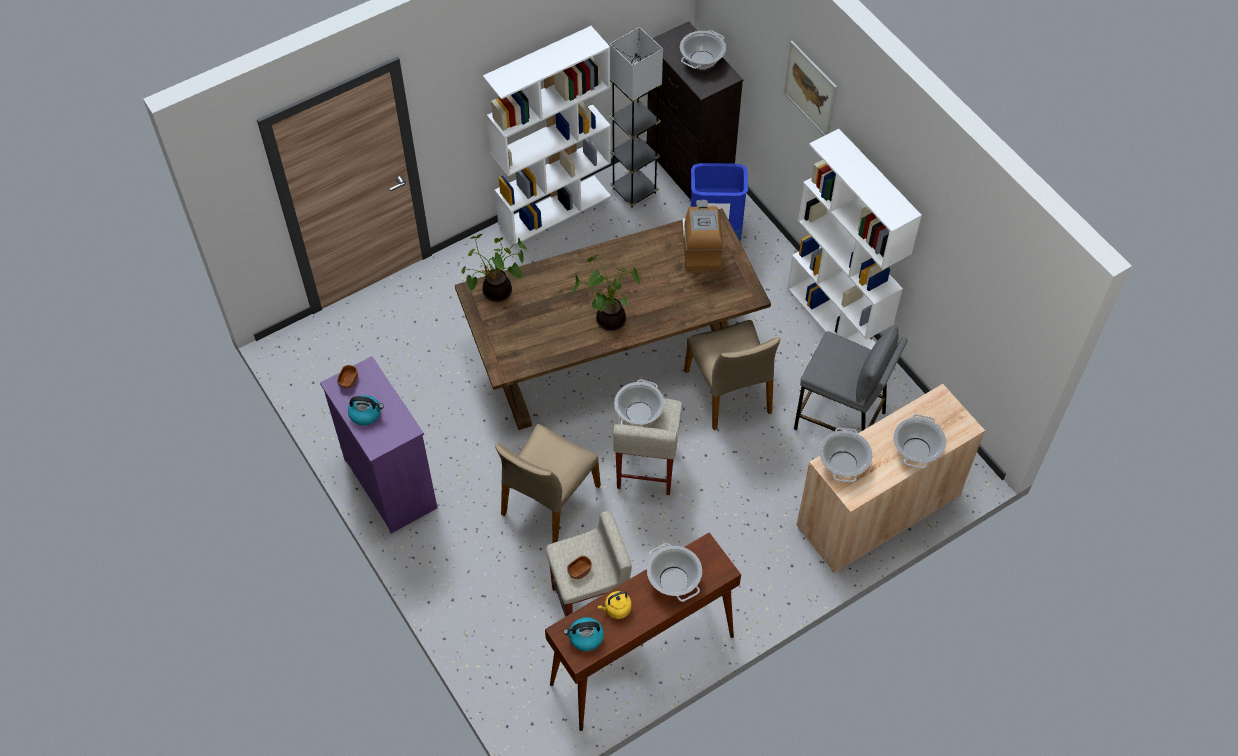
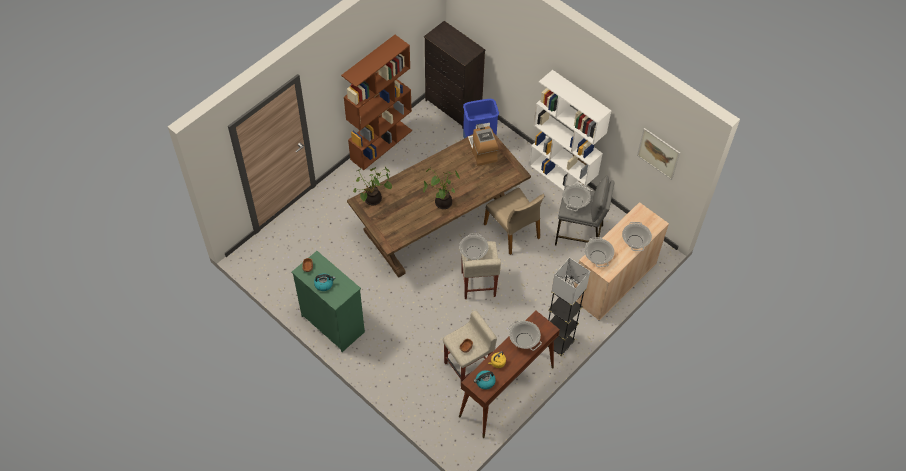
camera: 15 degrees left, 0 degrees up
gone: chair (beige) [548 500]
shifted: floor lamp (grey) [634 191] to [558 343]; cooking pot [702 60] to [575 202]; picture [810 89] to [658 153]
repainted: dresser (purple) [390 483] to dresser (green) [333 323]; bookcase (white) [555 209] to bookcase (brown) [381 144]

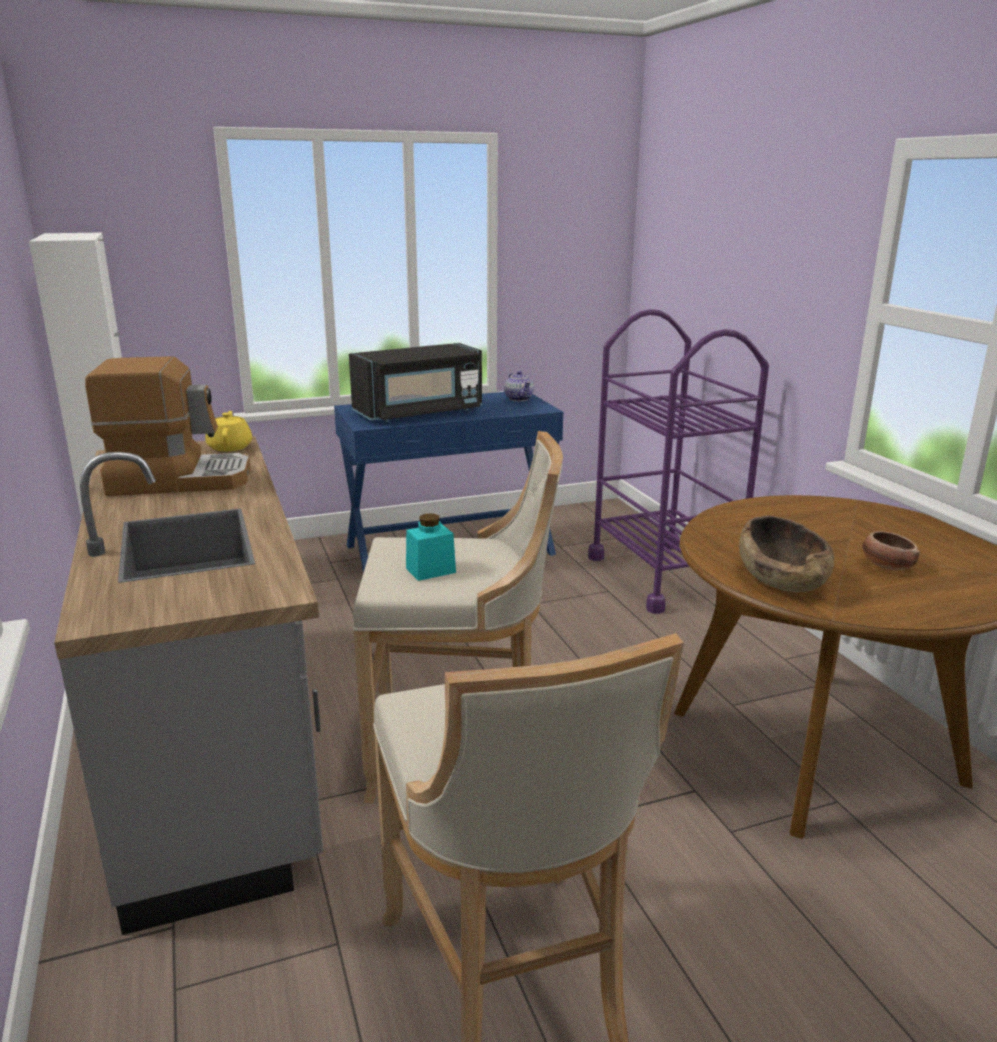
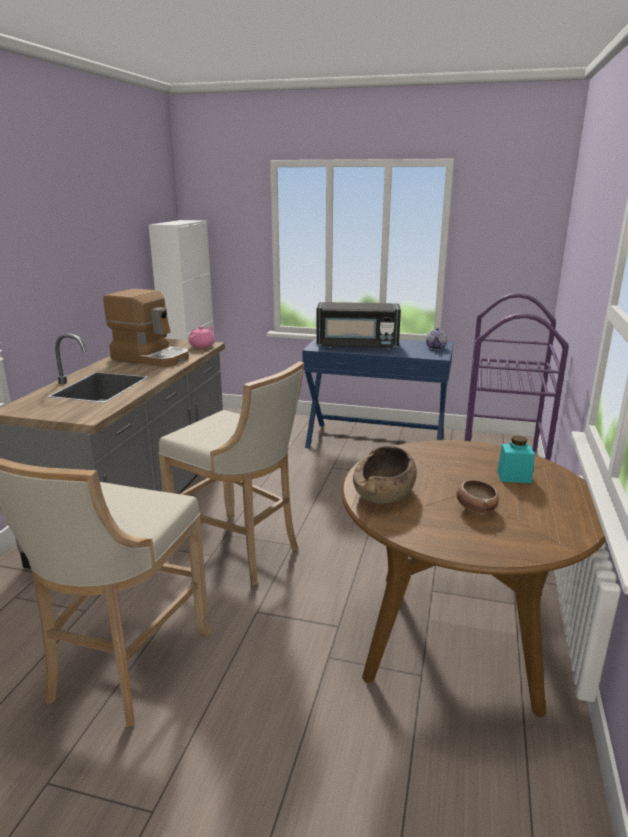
camera: 35 degrees right, 0 degrees up
shifted: jar (turquoise) [430 570] to [514 477]
repainted: teapot (yellow) [230 447] to teapot (pink) [202 346]

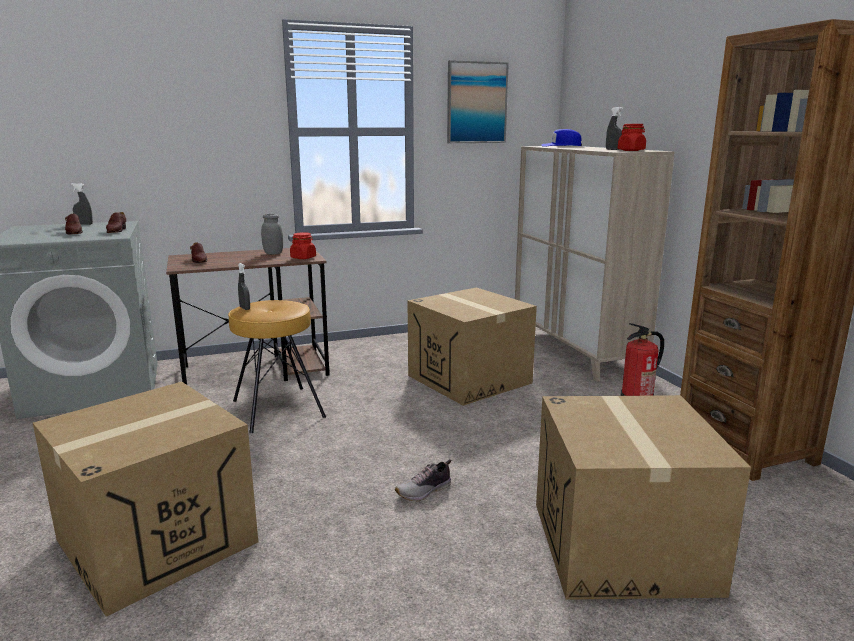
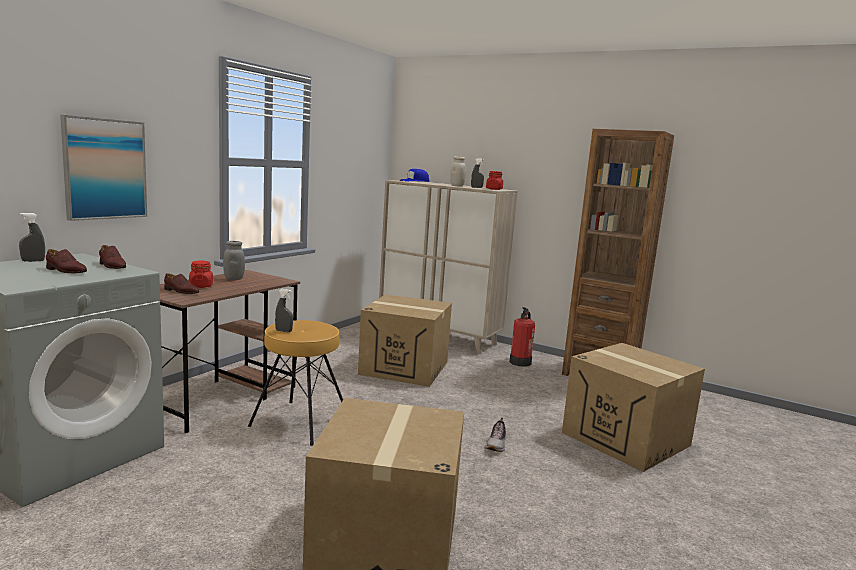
camera: 40 degrees left, 5 degrees down
new: jar (white) [457 186]
shifted: picture [476 103] to [105 169]; jar (red) [303 258] to [201 286]

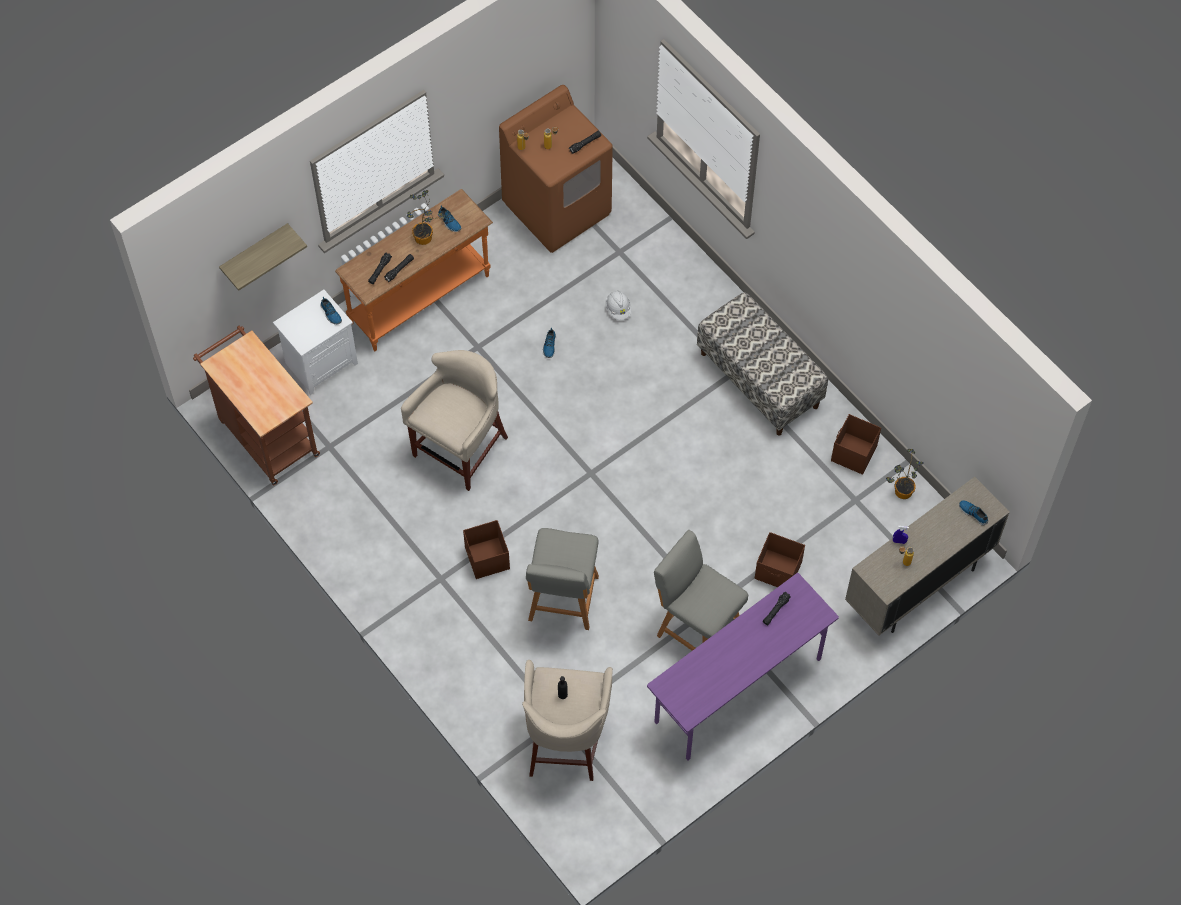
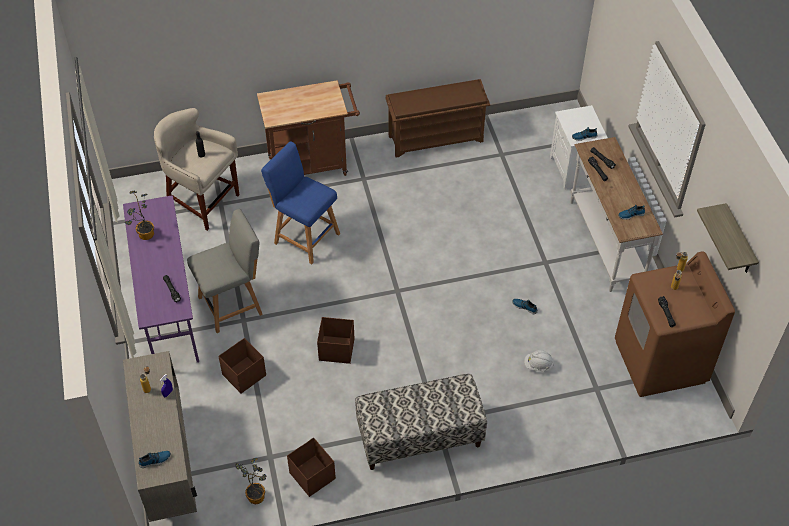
camera: 115 degrees right, 10 degrees down
gone: stool (beige) [460 449]
new: shoe rack (brown) [436 138]
shifted: potted plant [426 238] to [144 235]; cart (brown) [265 434] to [312 164]; storage box (brown) [487 559] to [336 349]; shelf [255 253] to [739 241]
swapped: chair (grey) [563 601] to stool (blue) [304 237]
repainted: console table (orange) [420 300] to console table (white) [604 242]

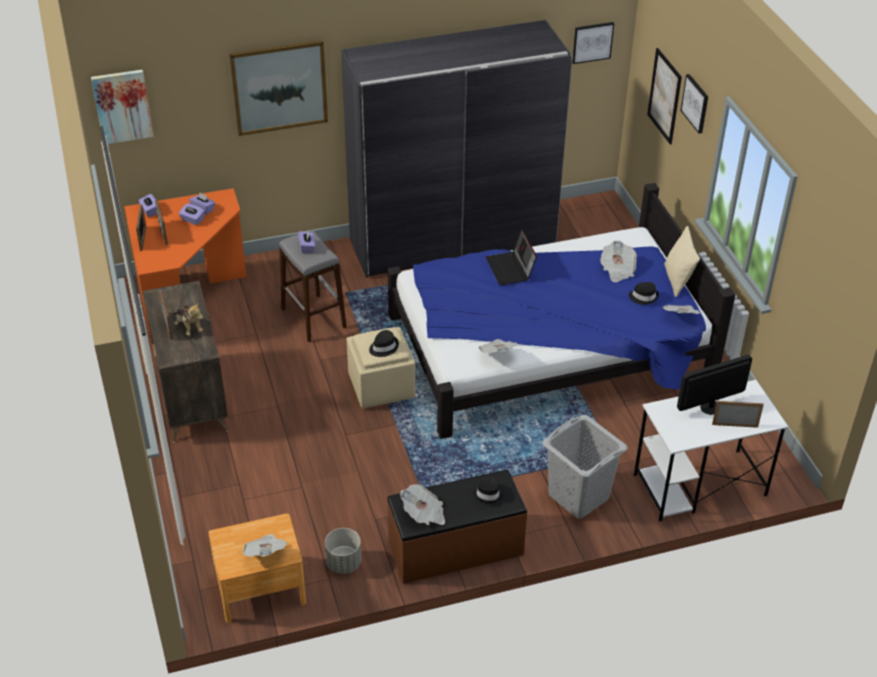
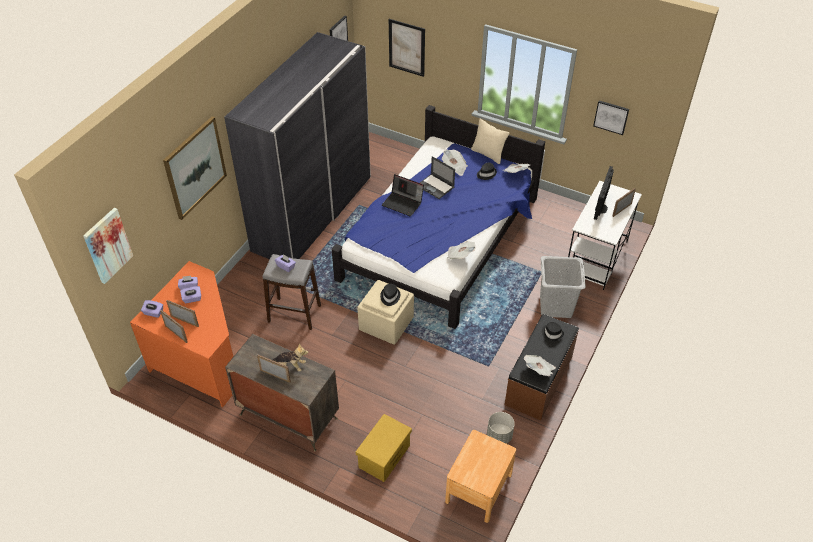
camera: 45 degrees left, 5 degrees up
gone: newspaper [265 553]
new: storage box (yellow) [384 455]; laptop [435 186]
shifted: picture [695 103] to [611 117]

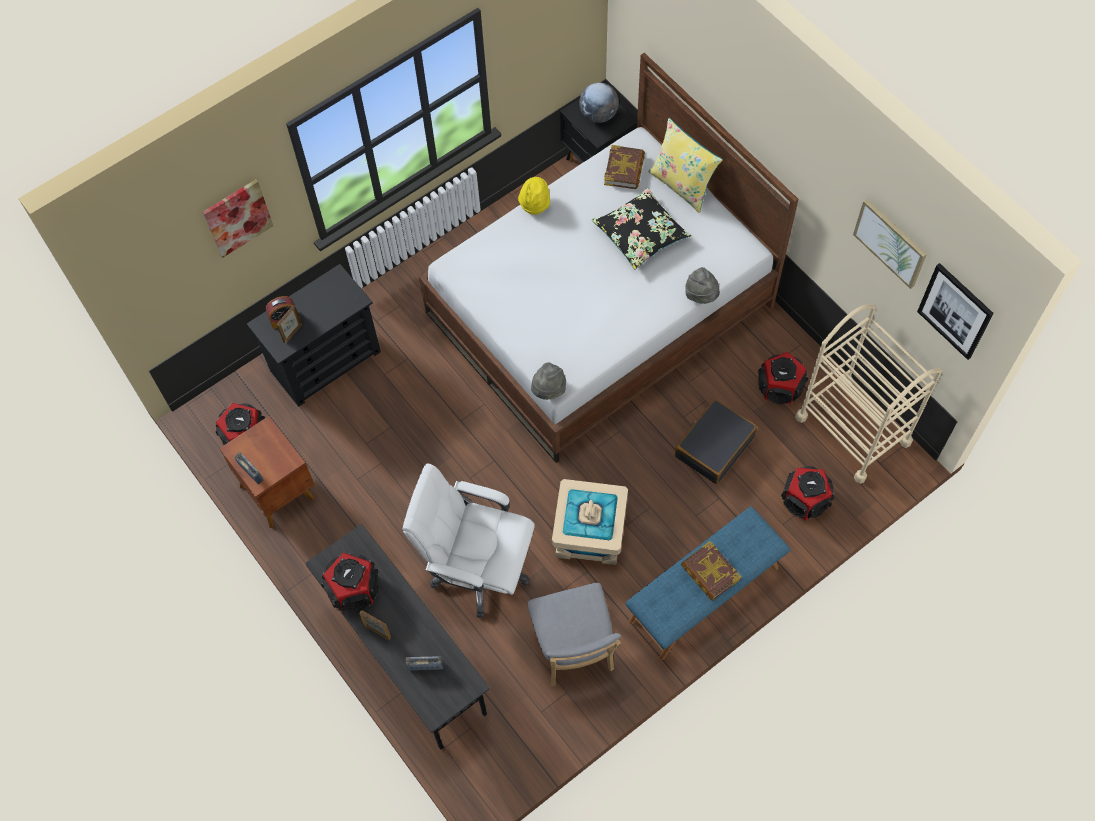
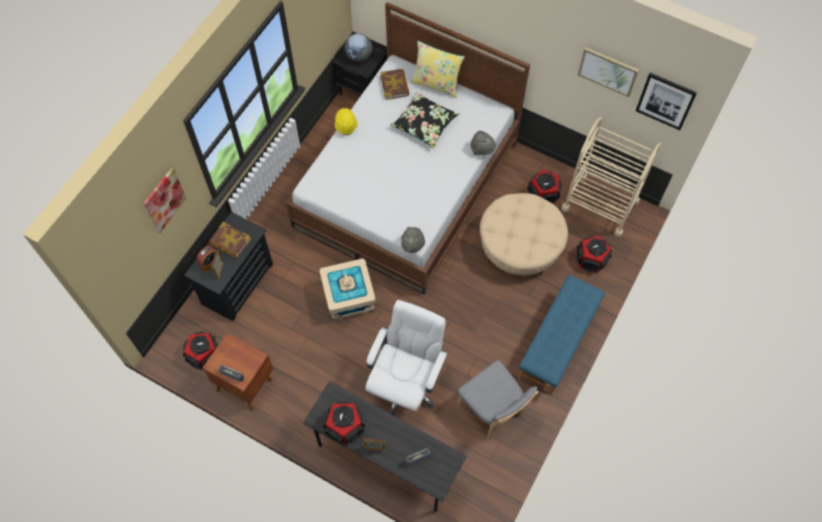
camera: 25 degrees left, 0 degrees up
shifted: book [710 573] to [230 242]; storage box (beige) [589 532] to [348 298]
swapped: suitcase (black) [714 446] to ottoman (beige) [520 246]
rotated: office chair (white) [478 569] = [405 383] 120 degrees clockwise

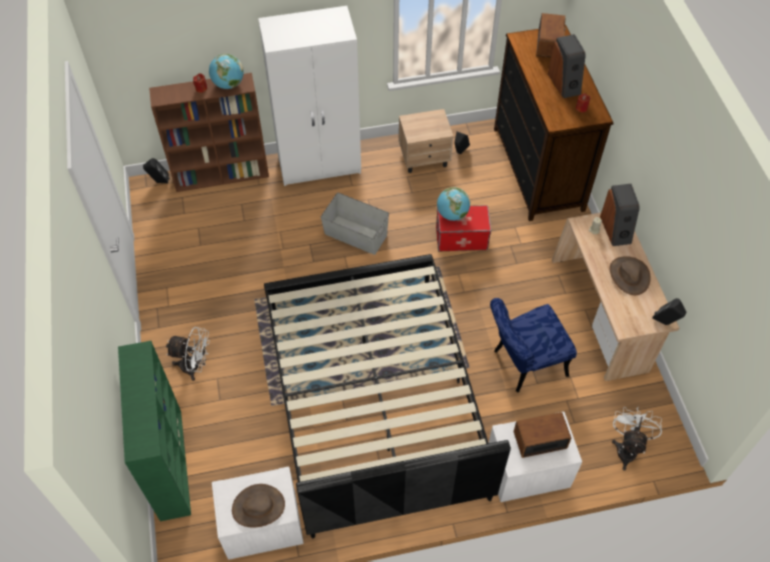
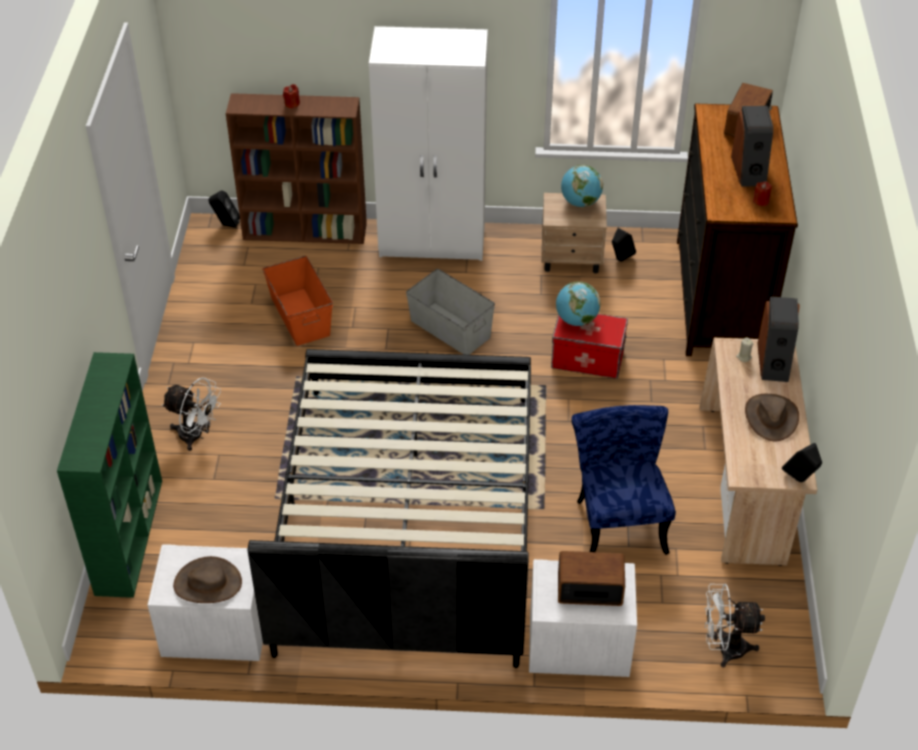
camera: 15 degrees right, 10 degrees down
new: storage box (orange) [300 316]
shifted: globe [228 84] to [580 202]
rotated: chair (blue) [523 363] = [618 520] 90 degrees clockwise; fan (white) [627 448] = [724 648] 120 degrees counterclockwise

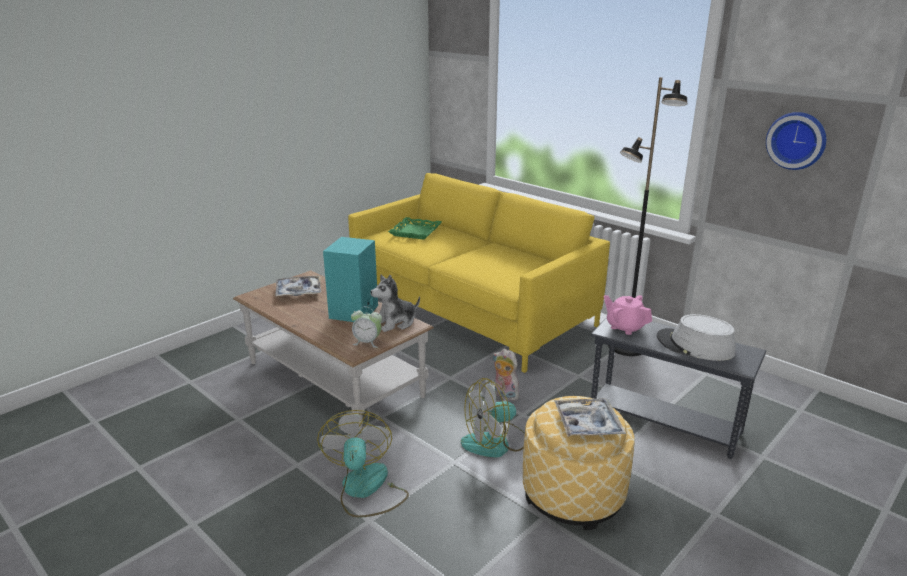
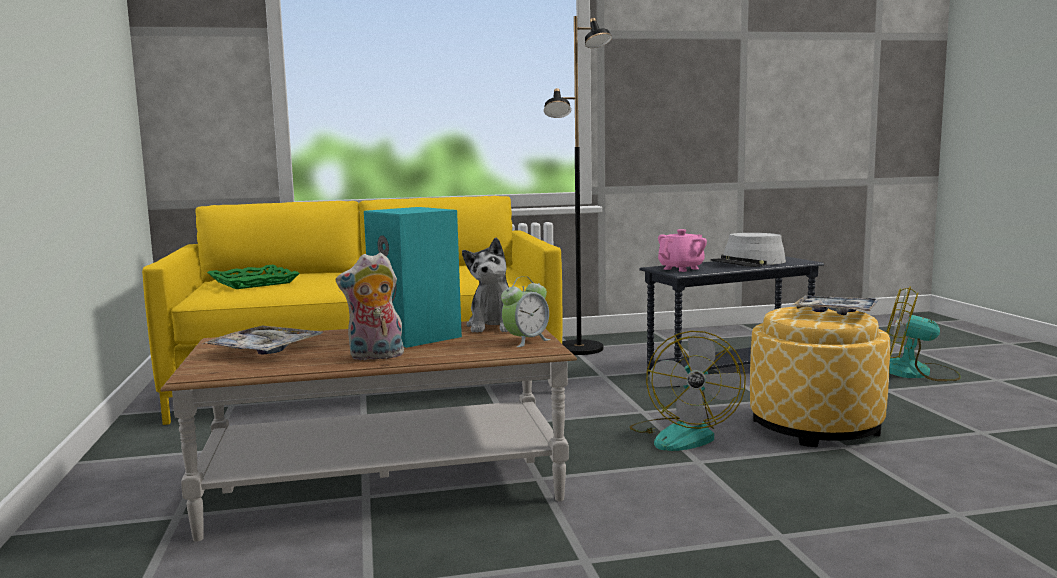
camera: 55 degrees left, 15 degrees down
gone: wall clock [797 140]
shifted: plush toy [504 395] to [375 357]; fan [365 490] to [917 373]
rotated: teapot (pink) [625 327] = [681 268] 150 degrees clockwise

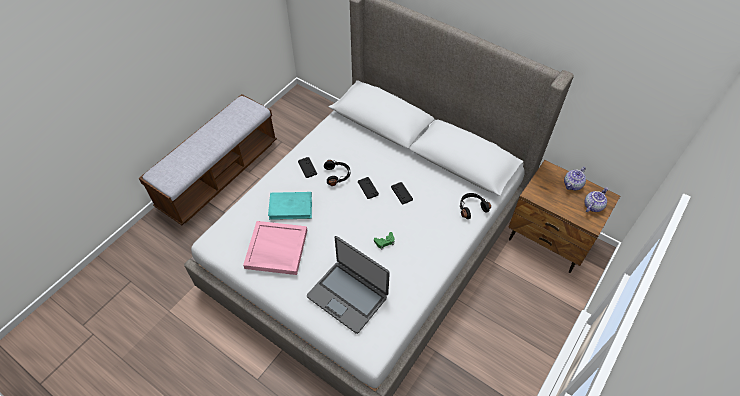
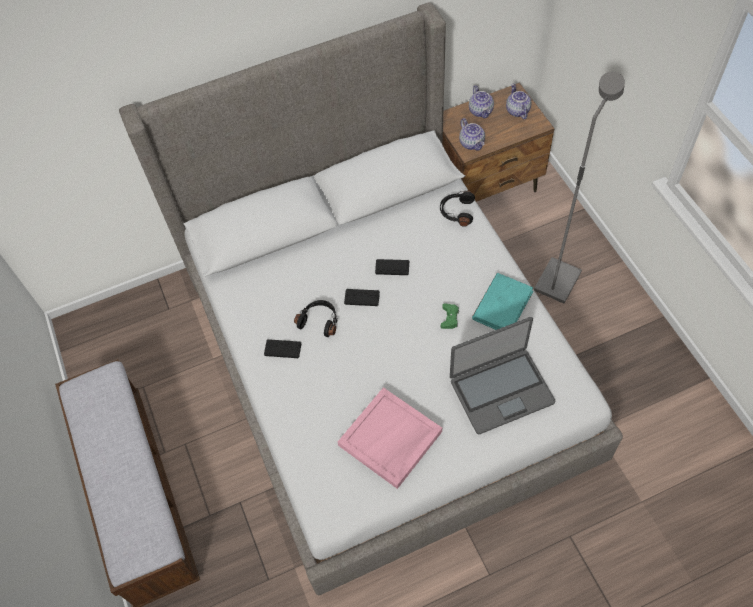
camera: 55 degrees left, 5 degrees up
new: teapot [472 143]; floor lamp (grey) [556 281]
shifted: book (turquoise) [291 207] to [502 305]

